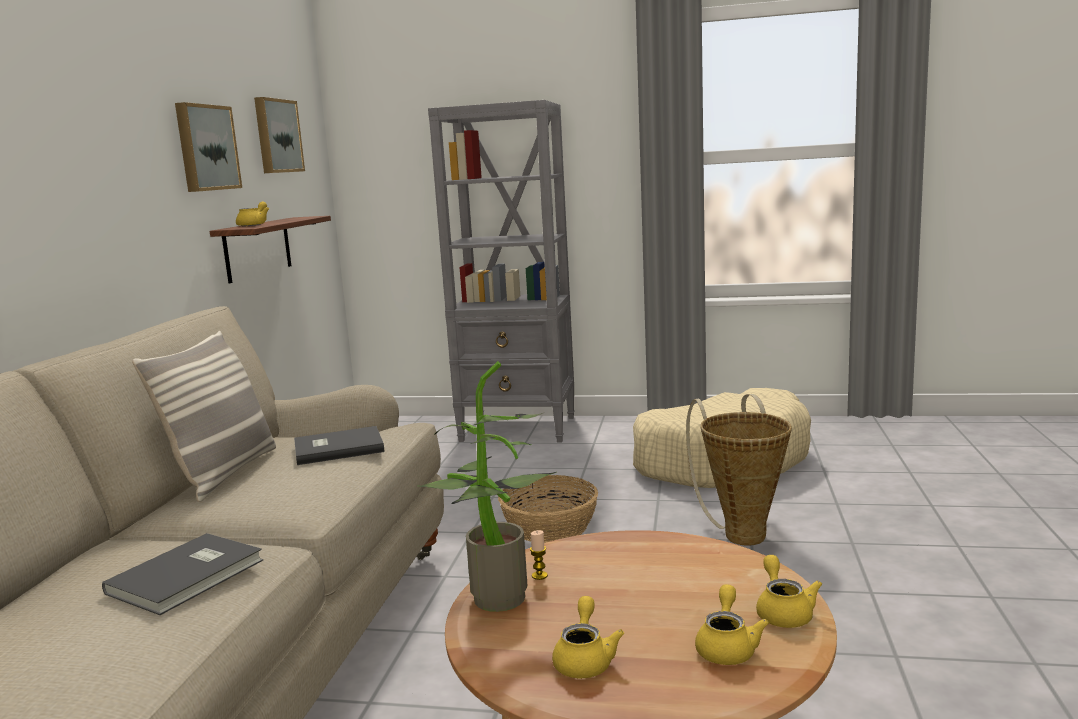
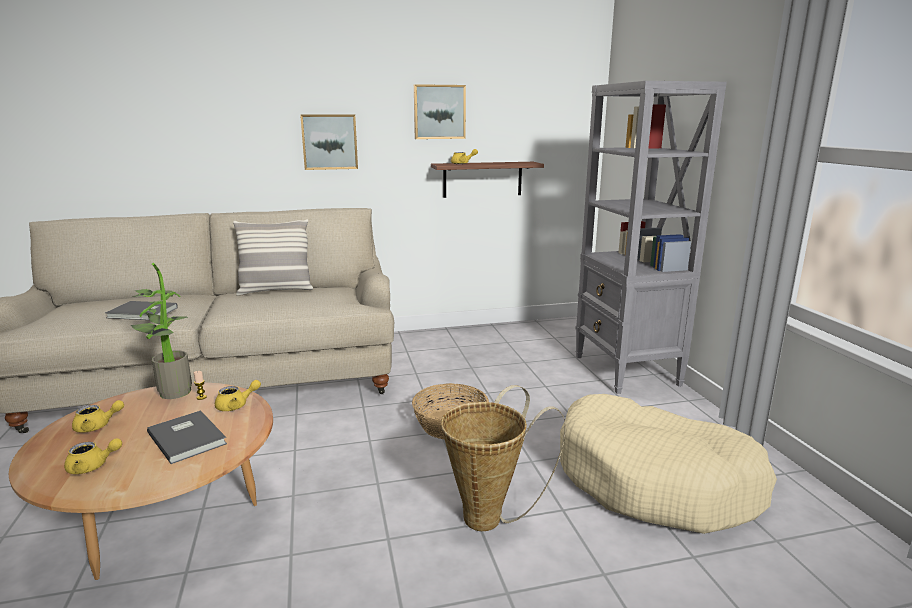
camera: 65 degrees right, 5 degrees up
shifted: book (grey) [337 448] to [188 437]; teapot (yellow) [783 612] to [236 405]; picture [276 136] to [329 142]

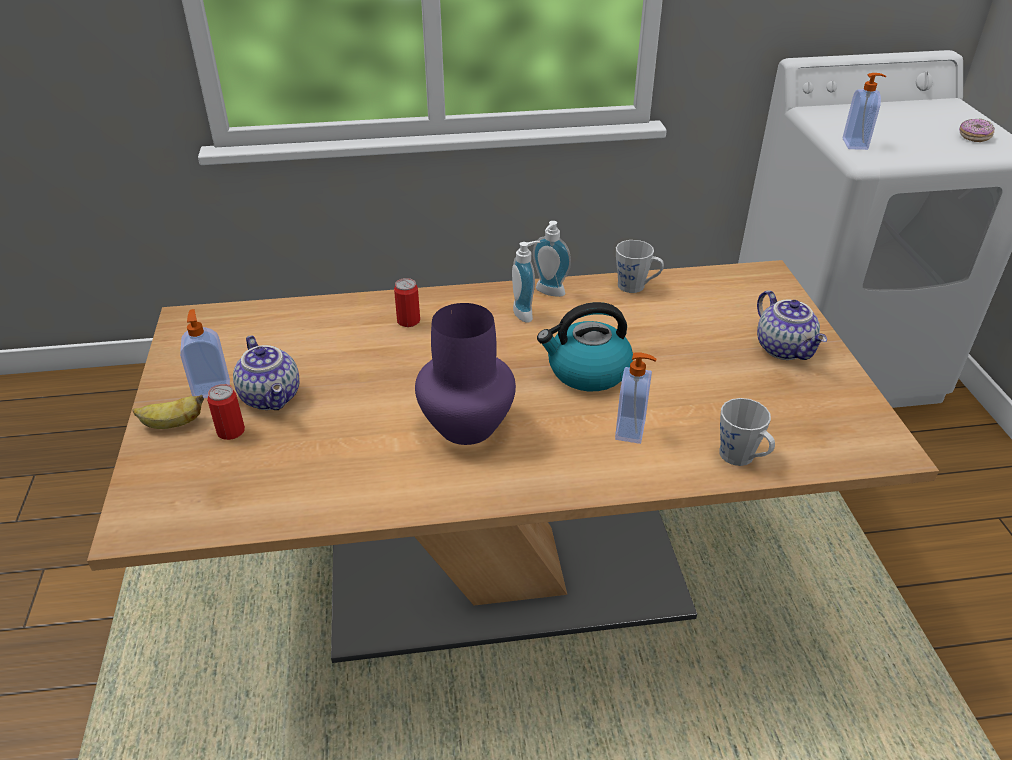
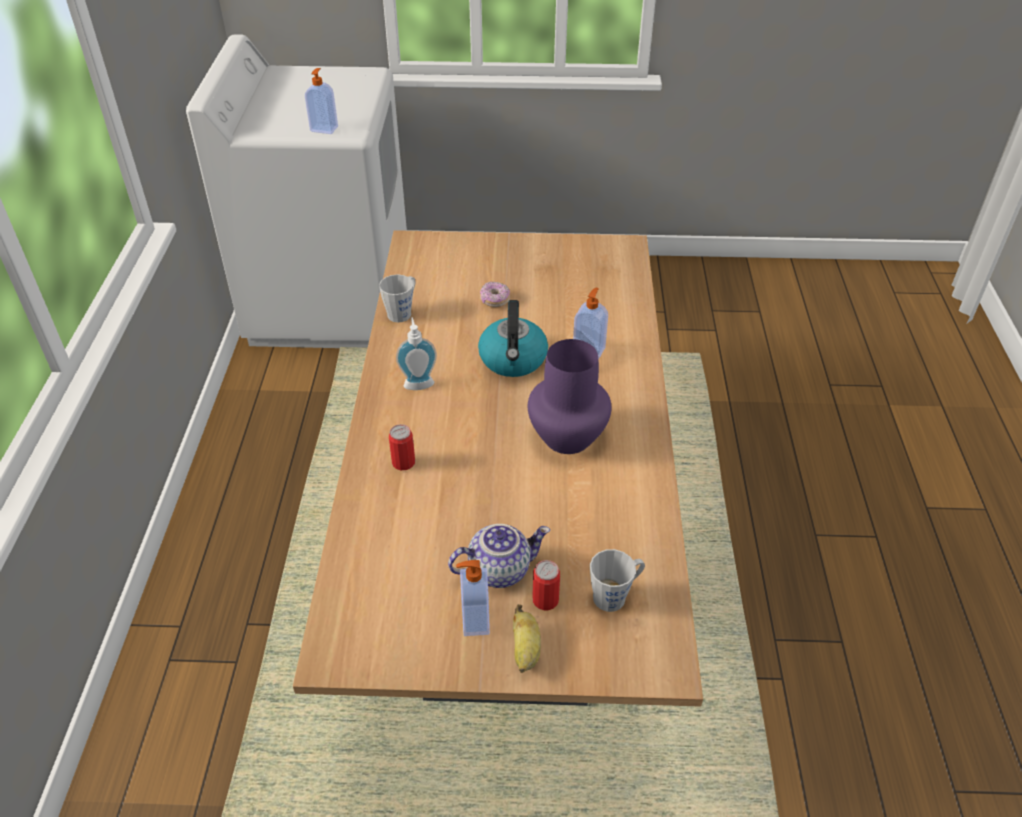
camera: 80 degrees left, 5 degrees up
gone: soap dispenser [548 293]; teapot [785 349]
shifted: donut [974 137] to [494 300]; mug (grey) [742 458] to [615 595]

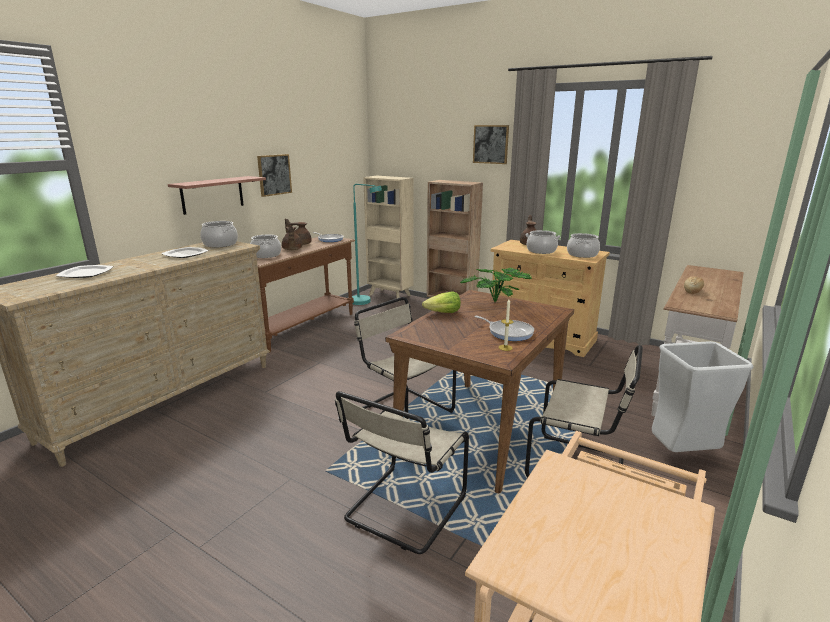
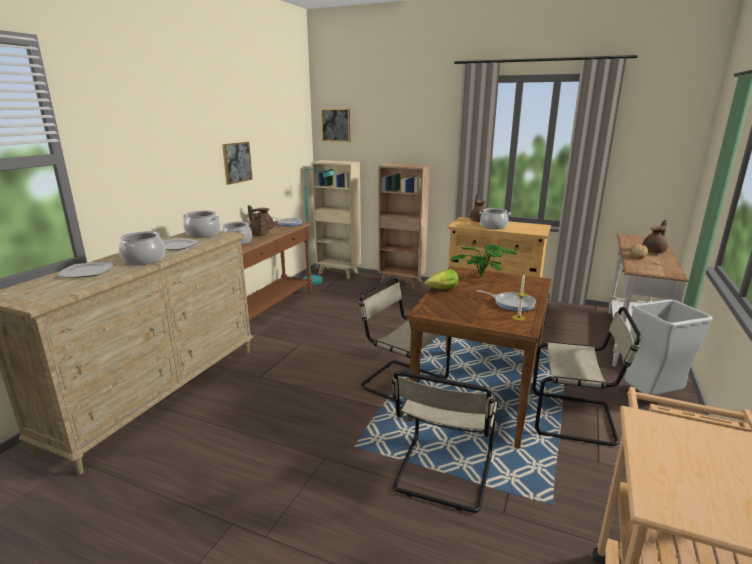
camera: 10 degrees left, 0 degrees up
gone: shelf [212 194]
new: teapot (brown) [654 251]
shifted: cooking pot [582 254] to [144 260]; picture [491 144] to [336 125]

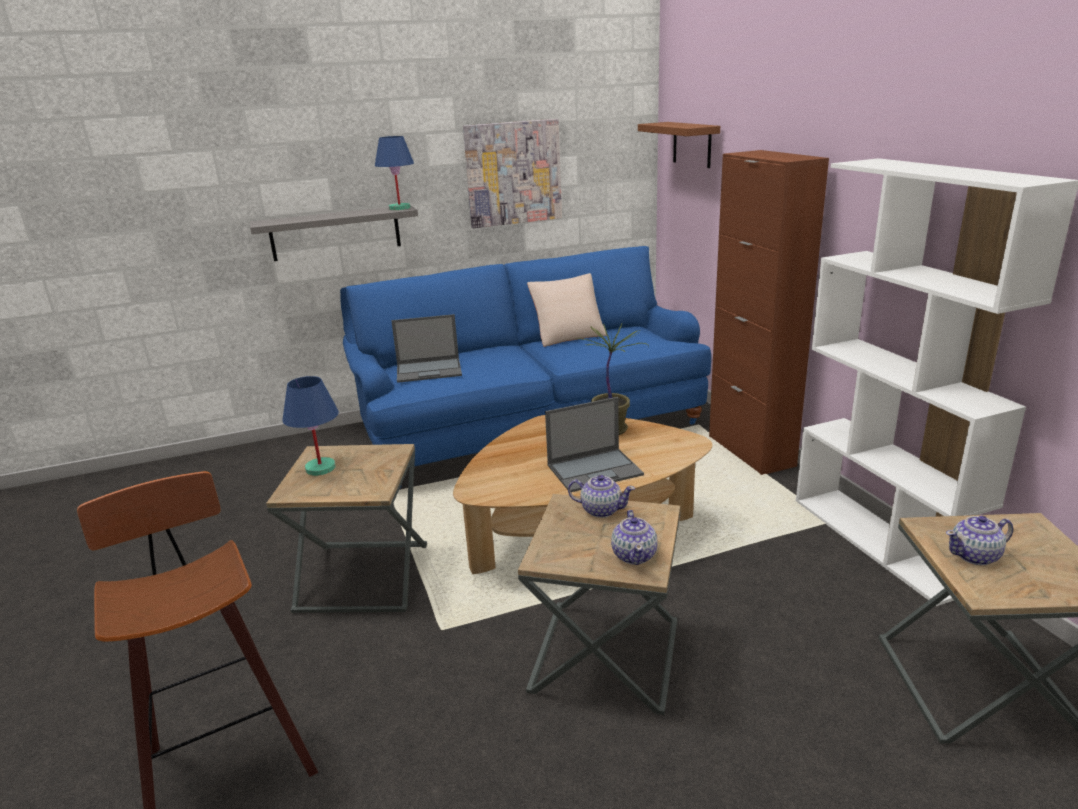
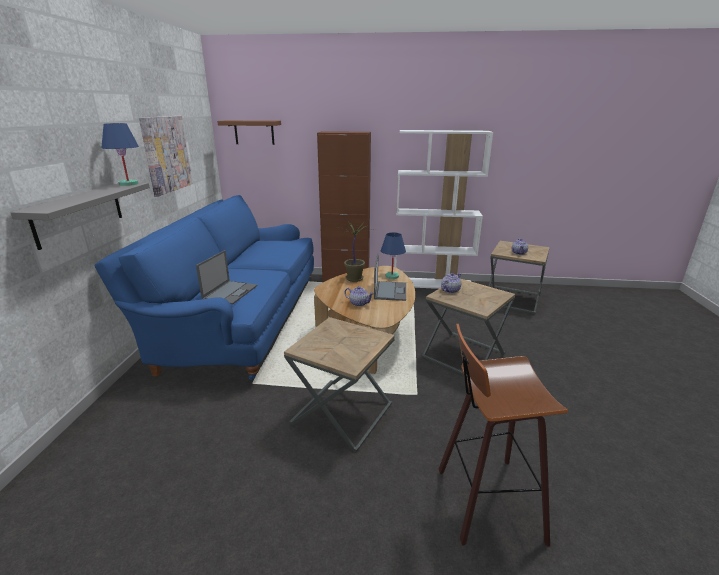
camera: 65 degrees left, 0 degrees up
gone: pillow (beige) [568 335]
shifted: teapot [634 555] to [358 303]; table lamp (blue) [321 468] to [392 276]

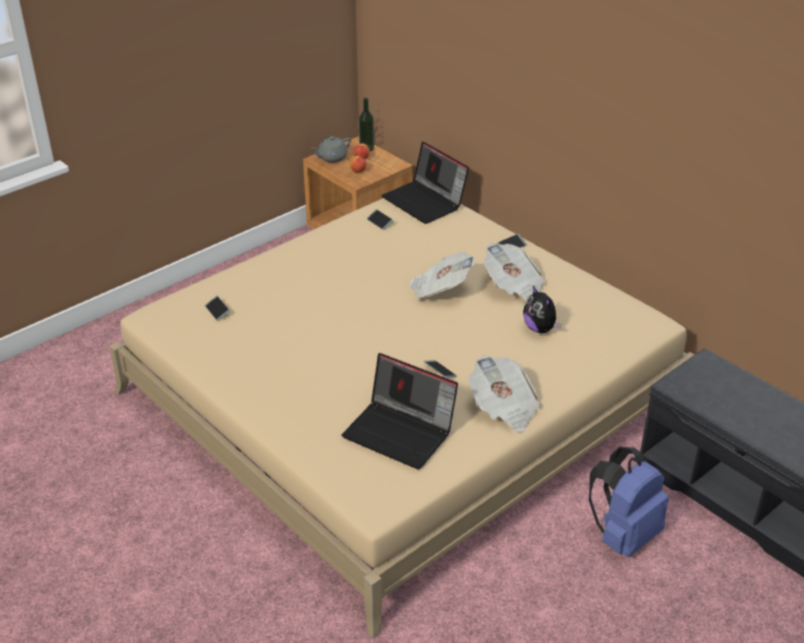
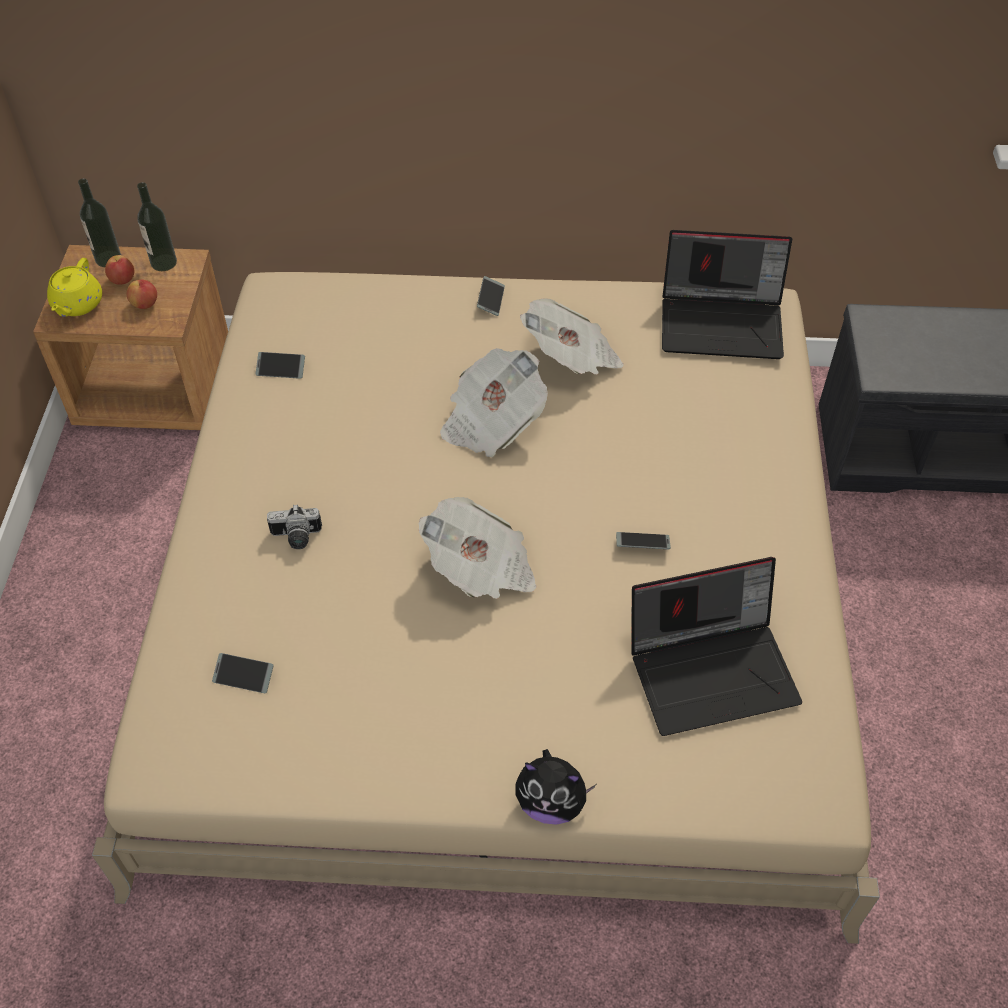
camera: 45 degrees left, 15 degrees up
gone: backpack (blue) [623 535]
new: bottle [163 262]; photo camera [296 538]
shifted: newspaper [504 408] to [481 569]; plush toy [540 329] to [551 802]; laptop [425 202] to [723 322]
repainted: teapot (grey) [332 158] to teapot (yellow) [77 305]

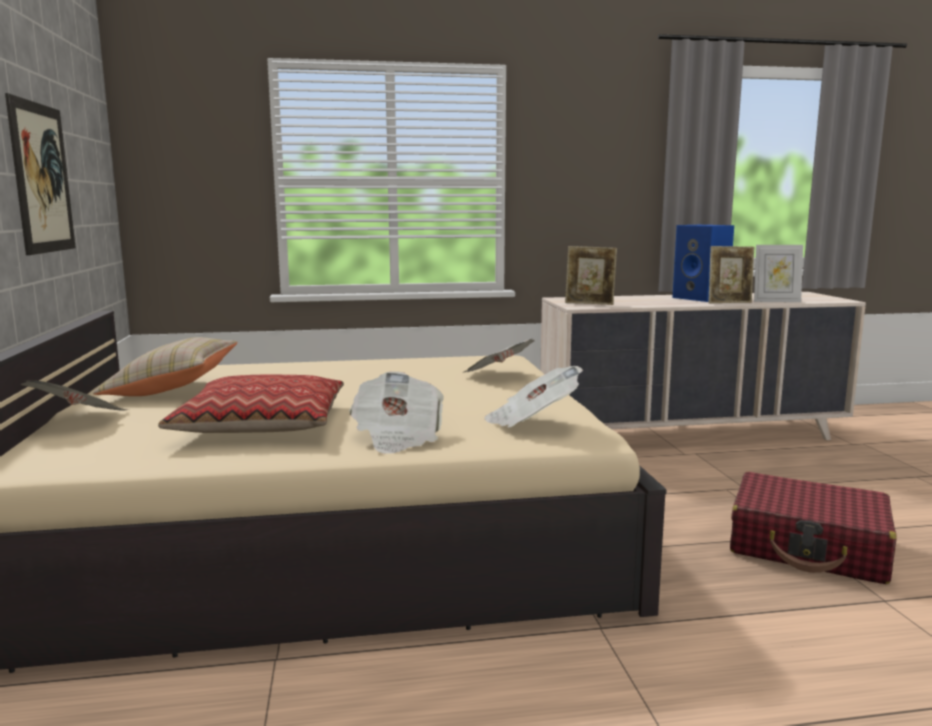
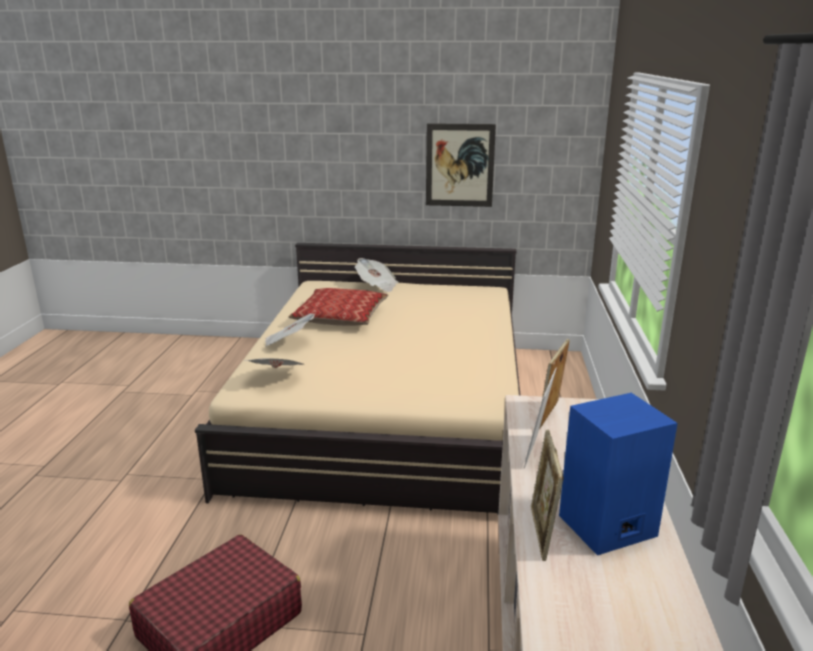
camera: 105 degrees right, 10 degrees up
gone: pillow (beige) [172 389]; newspaper [498 375]
shifted: picture frame [776 301] to [537 452]

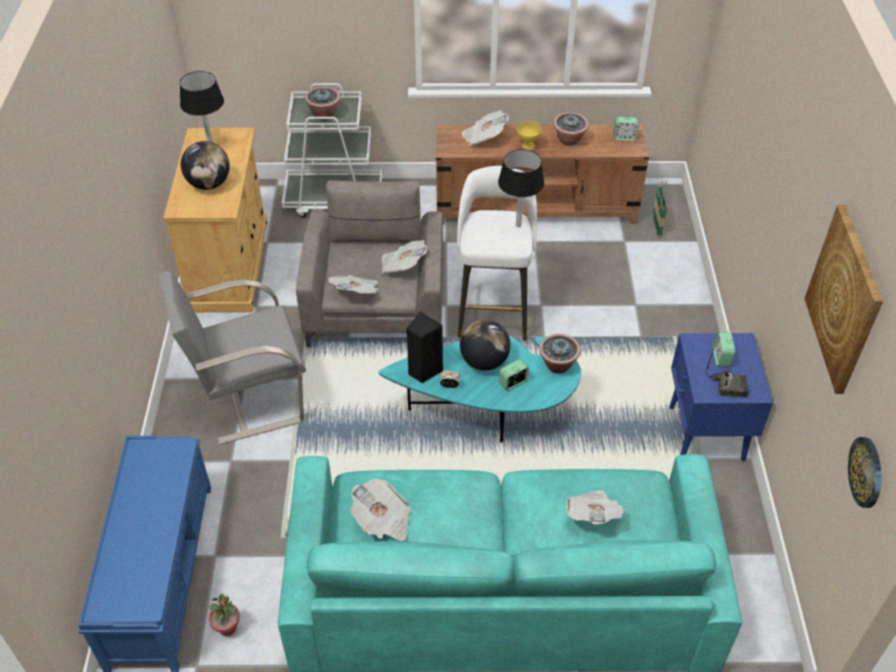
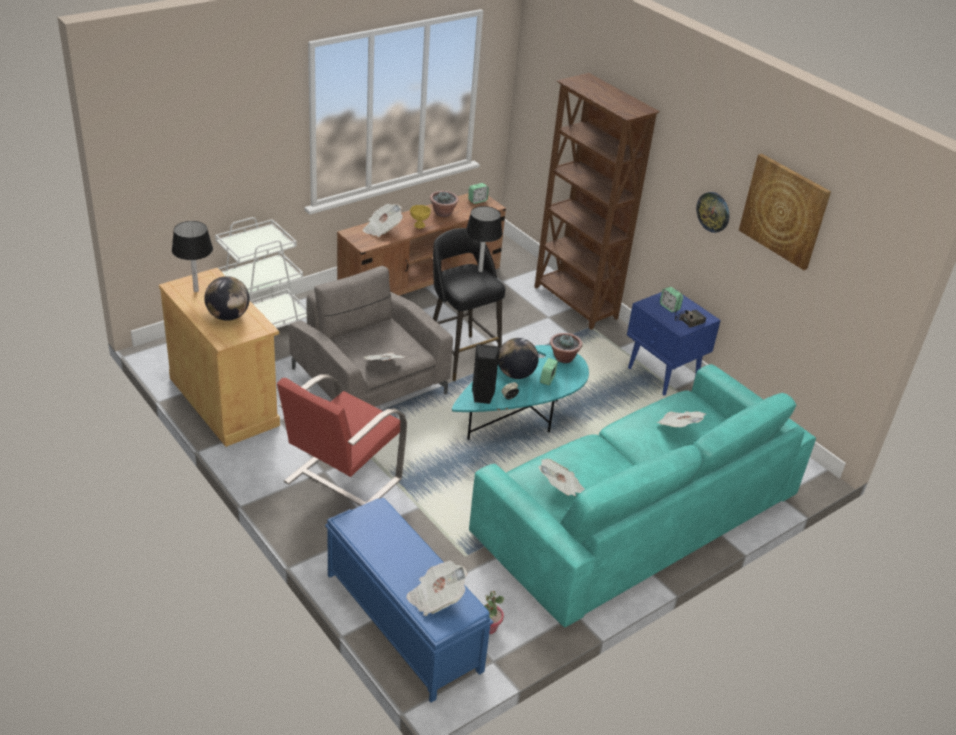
camera: 40 degrees left, 10 degrees down
gone: potted plant [324 114]; basket [656 226]
new: bookcase (brown) [575 303]
shifted: newspaper [402 266] to [436 598]; wall clock [866 472] to [713 211]
repainted: armchair (grey) [249 396] to armchair (red) [341 481]; stool (white) [493 312] to stool (black) [461 356]

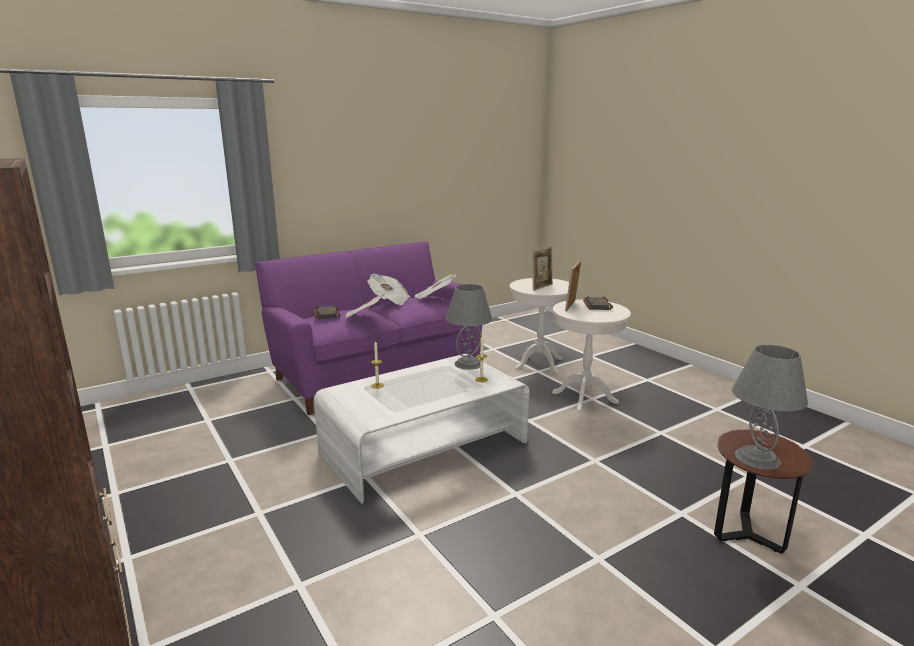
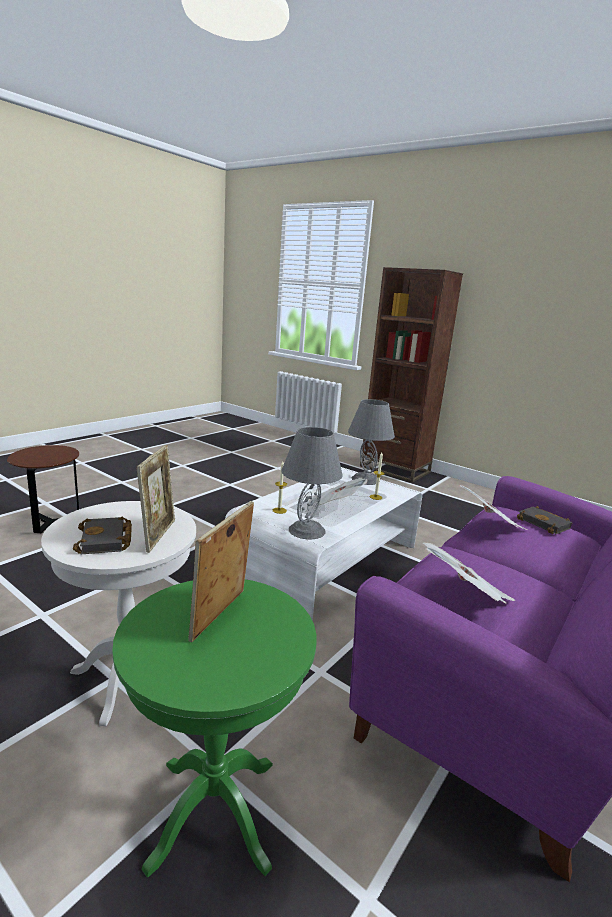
camera: 160 degrees right, 0 degrees up
shifted: newspaper [389 300] to [333 506]; table lamp (grey) [758 458] to [365 479]
repainted: side table (white) [539 364] to side table (green) [214 812]

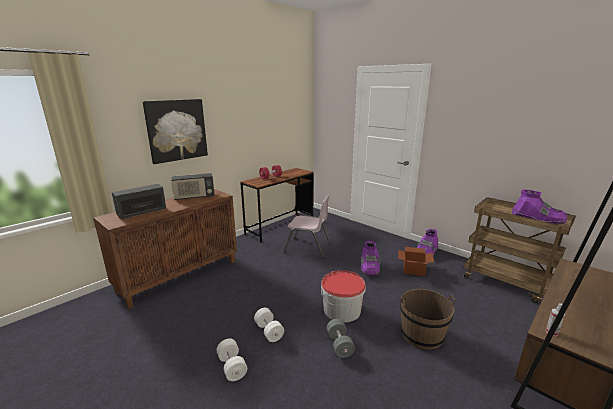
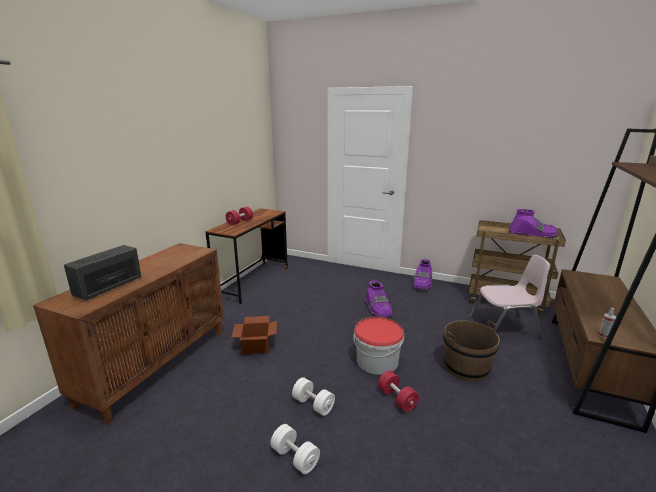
camera: 20 degrees left, 0 degrees up
gone: picture [176 130]; radio [194 197]
shifted: cardboard box [414 269] to [257 345]; chair (pink) [308 248] to [504 327]
repainted: dumbbell (grey) [339 345] to dumbbell (red) [397 399]

